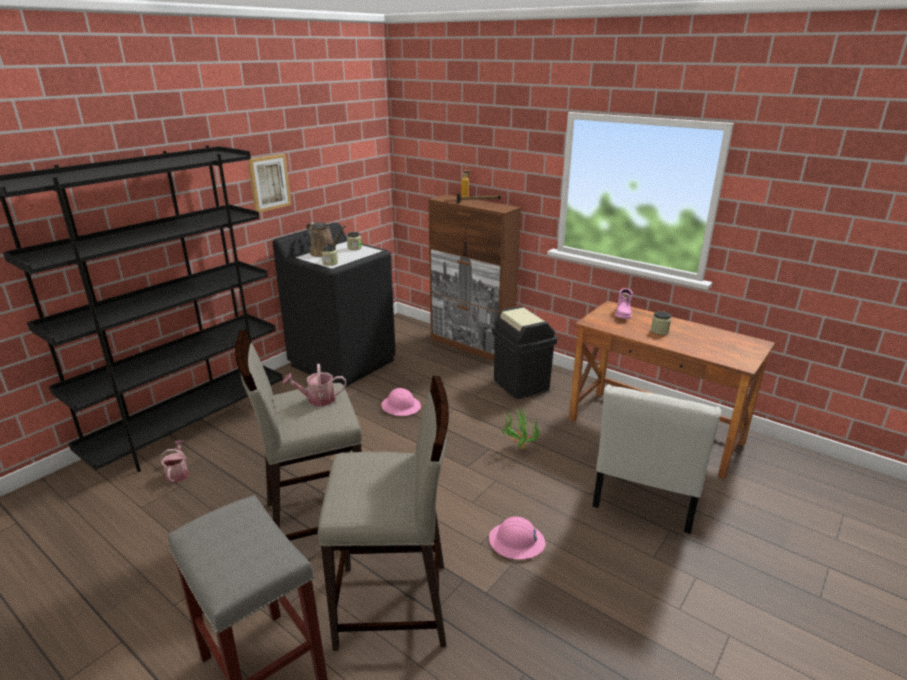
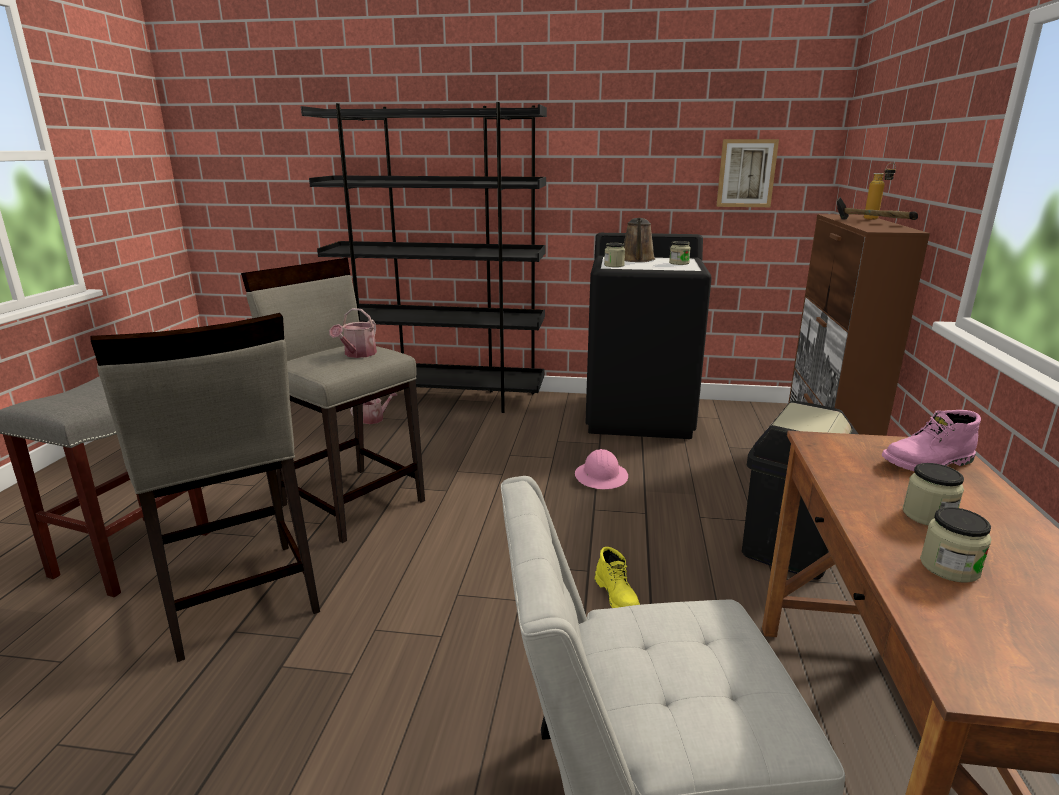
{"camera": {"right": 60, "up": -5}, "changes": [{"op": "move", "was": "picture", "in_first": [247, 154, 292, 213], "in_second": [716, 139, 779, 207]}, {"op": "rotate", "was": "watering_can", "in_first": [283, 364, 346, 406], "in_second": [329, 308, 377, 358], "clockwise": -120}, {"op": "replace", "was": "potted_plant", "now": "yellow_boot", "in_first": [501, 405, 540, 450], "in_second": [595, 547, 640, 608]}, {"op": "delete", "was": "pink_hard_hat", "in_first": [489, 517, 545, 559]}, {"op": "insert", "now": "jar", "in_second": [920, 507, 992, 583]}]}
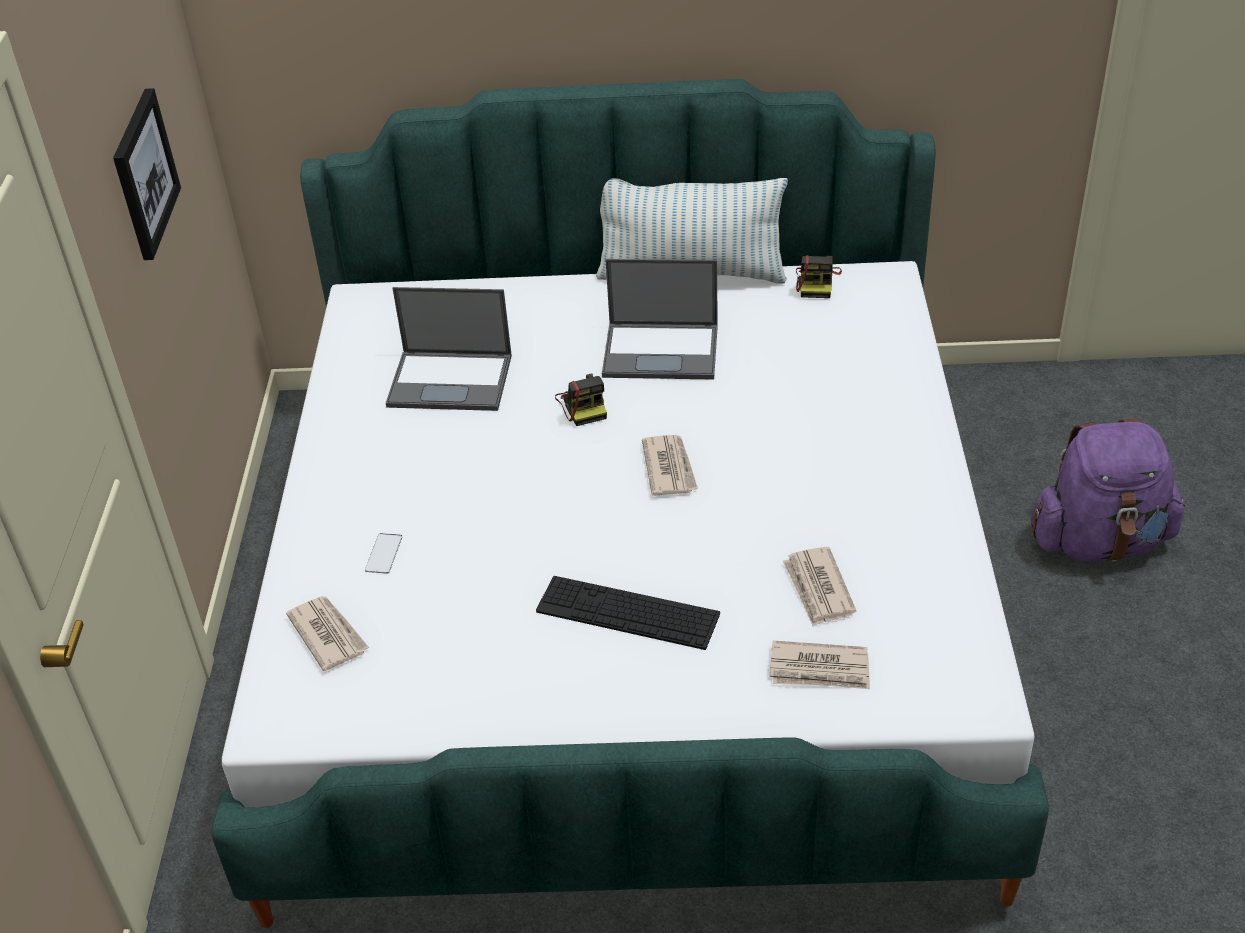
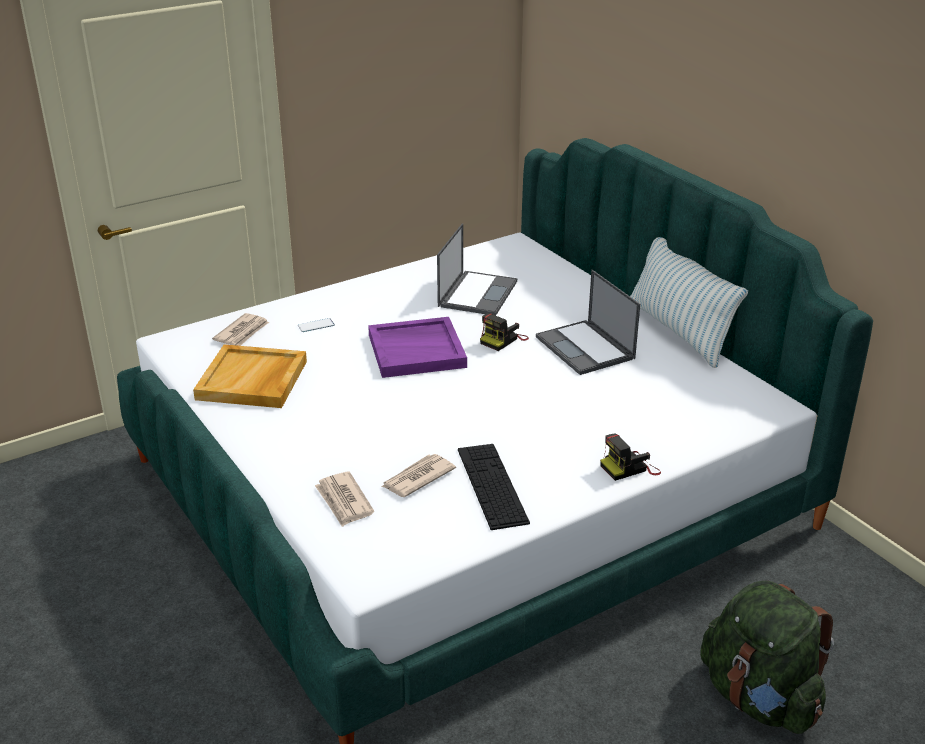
{"camera": {"right": 55, "up": -10}, "changes": [{"op": "delete", "was": "picture", "in_first": [113, 88, 181, 260]}, {"op": "move", "was": "photo_camera", "in_first": [796, 255, 842, 298], "in_second": [600, 433, 661, 481]}, {"op": "rotate", "was": "laptop", "in_first": [386, 287, 512, 411], "in_second": [437, 223, 517, 316], "clockwise": -135}, {"op": "recolor", "was": "purple_backpack", "now": "green_backpack", "in_first": [1031, 419, 1185, 562], "in_second": [700, 580, 834, 734]}, {"op": "delete", "was": "newspaper", "in_first": [642, 435, 698, 496]}, {"op": "move", "was": "keyboard", "in_first": [536, 576, 720, 650], "in_second": [458, 444, 530, 530]}, {"op": "insert", "now": "purple_tray", "in_second": [368, 317, 467, 378]}, {"op": "insert", "now": "beige_tray", "in_second": [193, 344, 307, 408]}]}
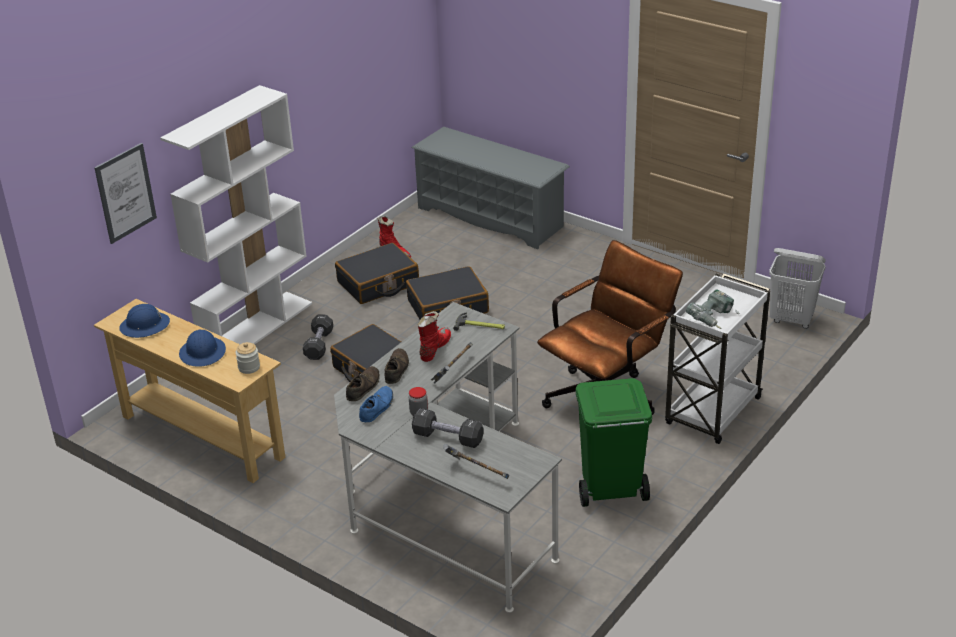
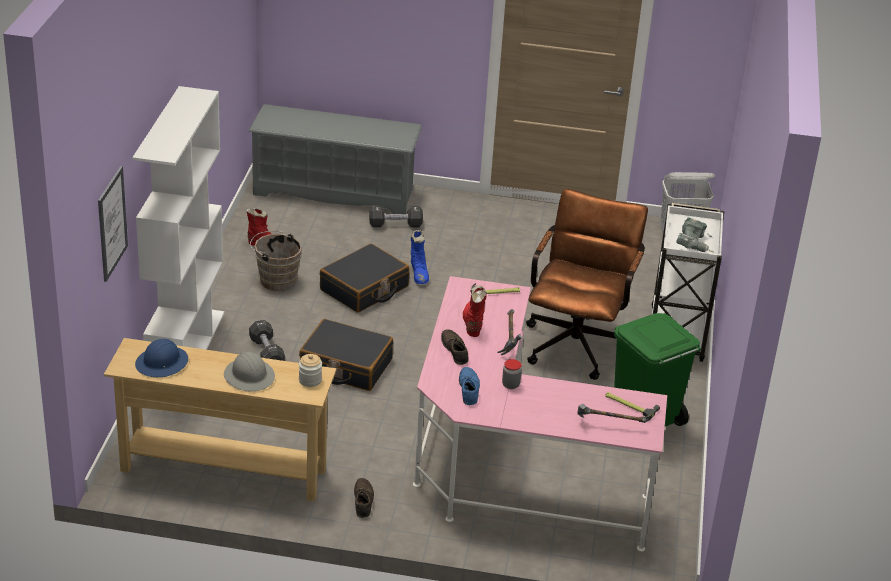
{"camera": {"right": -30, "up": 0}, "changes": [{"op": "replace", "was": "black_suitcase", "now": "brown_bucket", "in_first": [335, 243, 419, 304], "in_second": [250, 231, 302, 291]}, {"op": "recolor", "was": "grey_desk", "now": "pink_desk", "in_first": [334, 302, 562, 613], "in_second": [413, 276, 667, 552]}, {"op": "recolor", "was": "blue_hard_hat", "now": "grey_hard_hat", "in_first": [179, 330, 226, 367], "in_second": [224, 352, 275, 391]}, {"op": "move", "was": "brown_shoe", "in_first": [346, 366, 380, 401], "in_second": [354, 478, 374, 518]}, {"op": "move", "was": "black_dumbbell", "in_first": [412, 408, 484, 448], "in_second": [369, 206, 423, 227]}, {"op": "insert", "now": "blue_boot", "in_second": [411, 230, 429, 284]}, {"op": "insert", "now": "hammer", "in_second": [605, 392, 660, 422]}]}
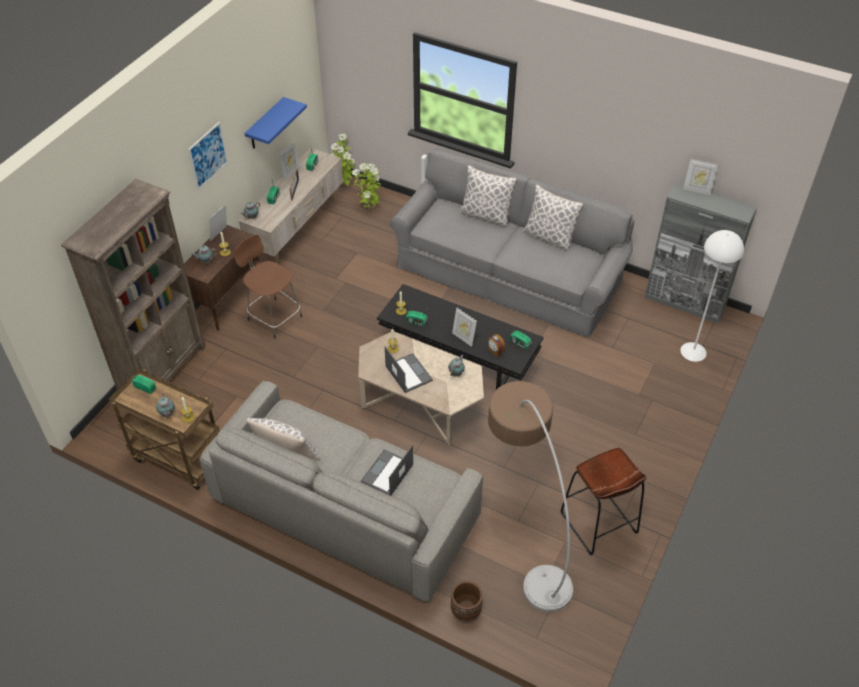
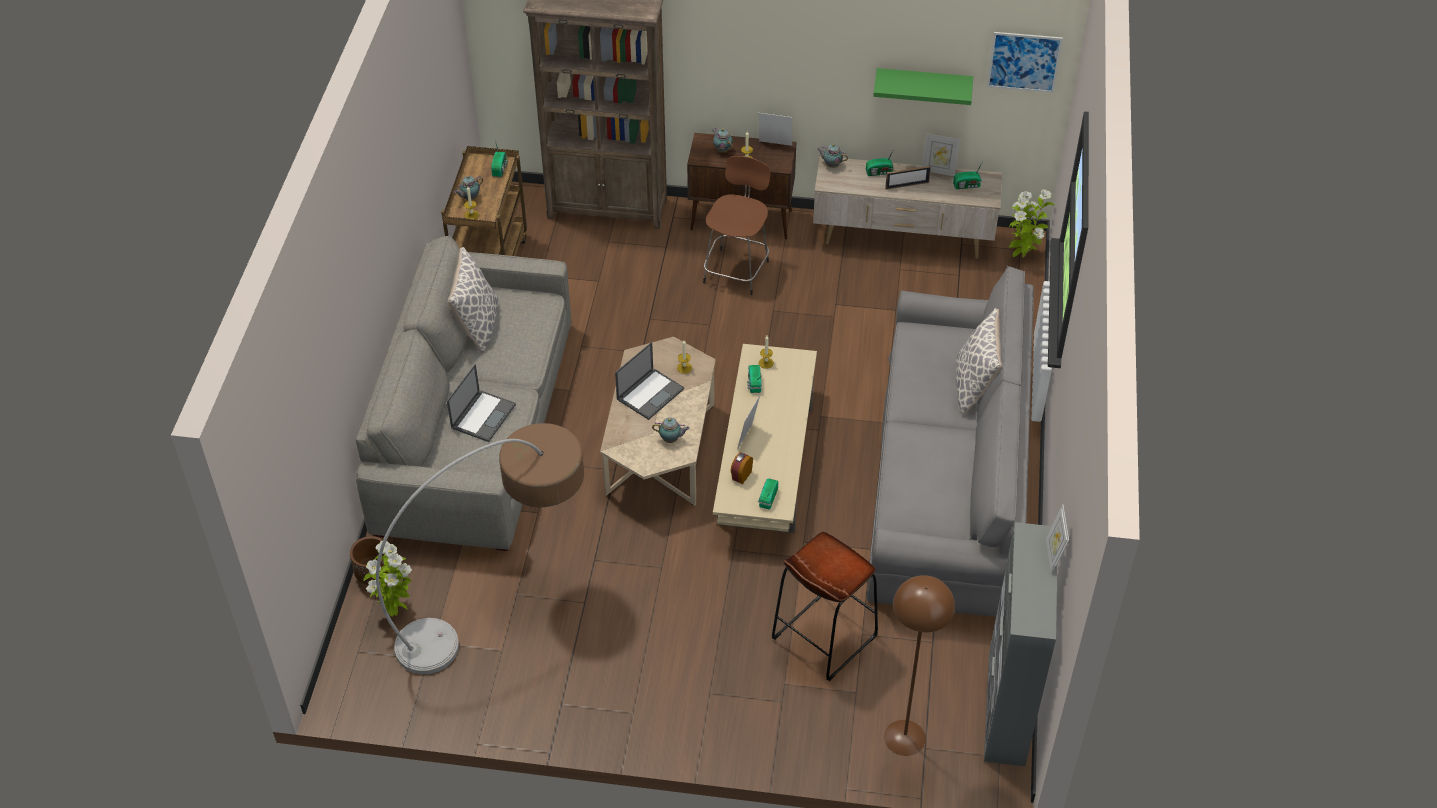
{"camera": {"right": 70, "up": 0}, "changes": [{"op": "recolor", "was": "blue_shelf", "now": "green_shelf", "in_first": [244, 97, 307, 149], "in_second": [873, 68, 973, 105]}, {"op": "move", "was": "picture", "in_first": [188, 122, 228, 190], "in_second": [987, 32, 1063, 93]}, {"op": "move", "was": "potted_plant", "in_first": [352, 163, 381, 209], "in_second": [363, 541, 412, 617]}, {"op": "delete", "was": "pillow", "in_first": [523, 184, 584, 251]}, {"op": "recolor", "was": "white_floor_lamp", "now": "brown_floor_lamp", "in_first": [680, 230, 744, 362], "in_second": [884, 575, 955, 756]}, {"op": "recolor", "was": "black_coffee_table", "now": "beige_coffee_table", "in_first": [377, 284, 543, 389], "in_second": [713, 344, 817, 533]}, {"op": "rotate", "was": "laptop", "in_first": [361, 445, 413, 496], "in_second": [447, 364, 516, 442], "clockwise": 105}, {"op": "move", "was": "brown_stool", "in_first": [561, 448, 647, 555], "in_second": [772, 532, 878, 681]}]}
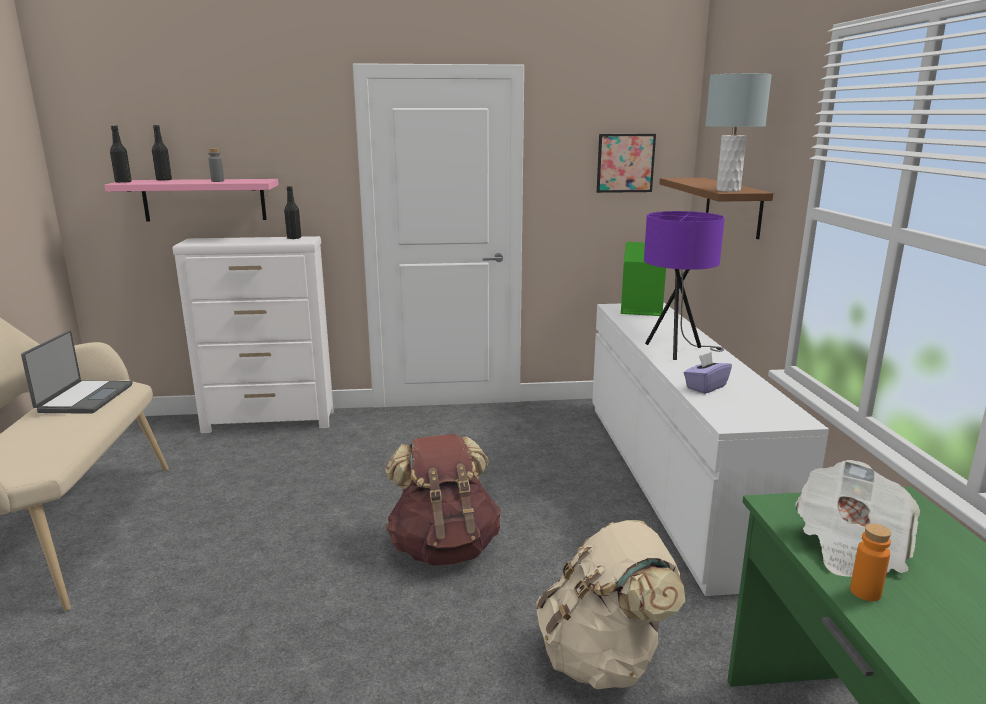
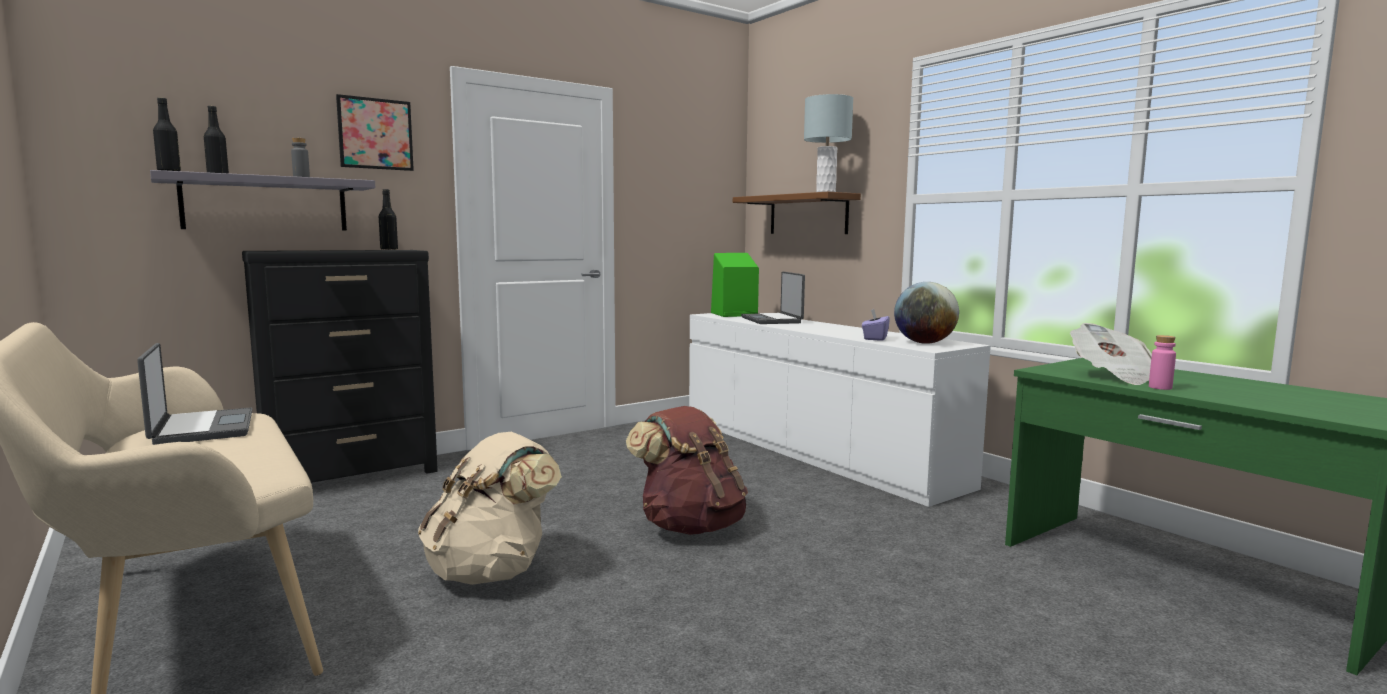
{"camera": {"right": -30, "up": -10}, "changes": [{"op": "move", "was": "picture", "in_first": [597, 134, 656, 193], "in_second": [336, 94, 414, 171]}, {"op": "recolor", "was": "pink_shelf", "now": "grey_shelf", "in_first": [104, 179, 279, 222], "in_second": [150, 170, 375, 231]}, {"op": "delete", "was": "purple_table_lamp", "in_first": [644, 211, 725, 360]}, {"op": "recolor", "was": "white_dresser", "now": "black_dresser", "in_first": [173, 236, 334, 433], "in_second": [242, 250, 438, 483]}, {"op": "move", "was": "beige_backpack", "in_first": [536, 520, 685, 689], "in_second": [418, 432, 562, 585]}, {"op": "recolor", "was": "orange_bottle", "now": "pink_bottle", "in_first": [850, 523, 891, 601], "in_second": [1149, 335, 1176, 390]}, {"op": "insert", "now": "laptop", "in_second": [741, 272, 805, 324]}, {"op": "insert", "now": "globe", "in_second": [894, 282, 959, 344]}]}
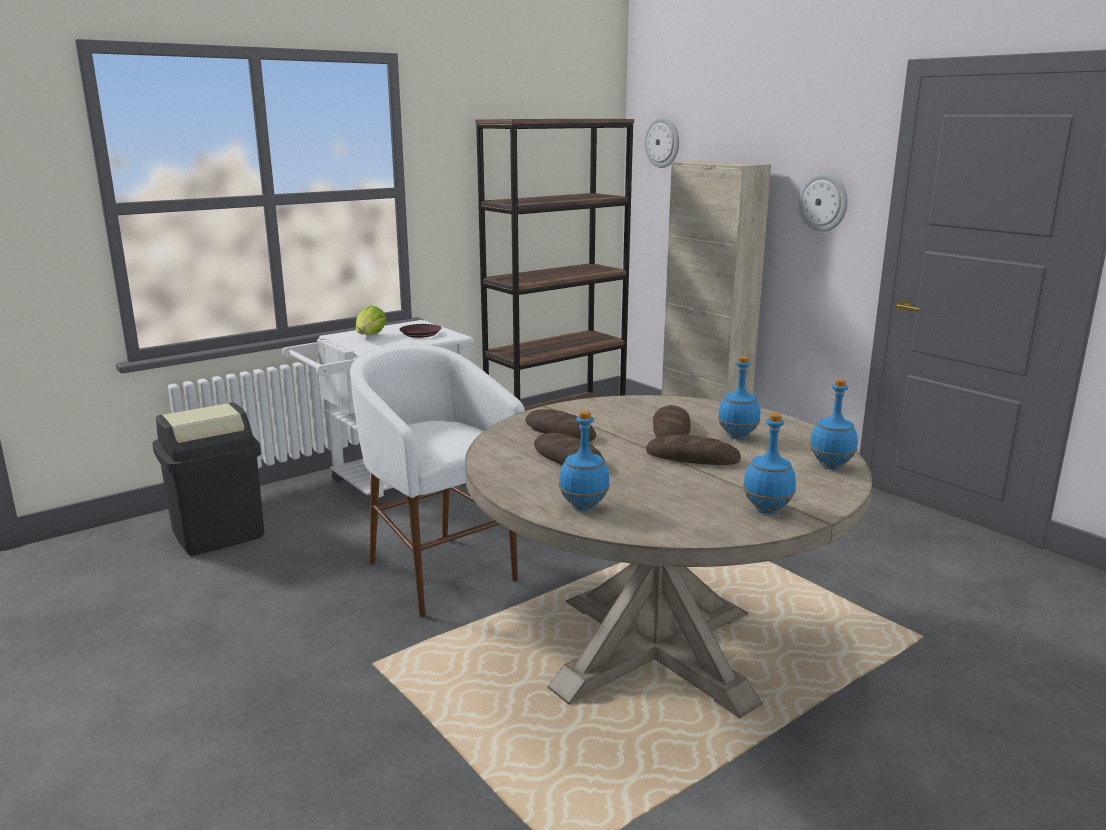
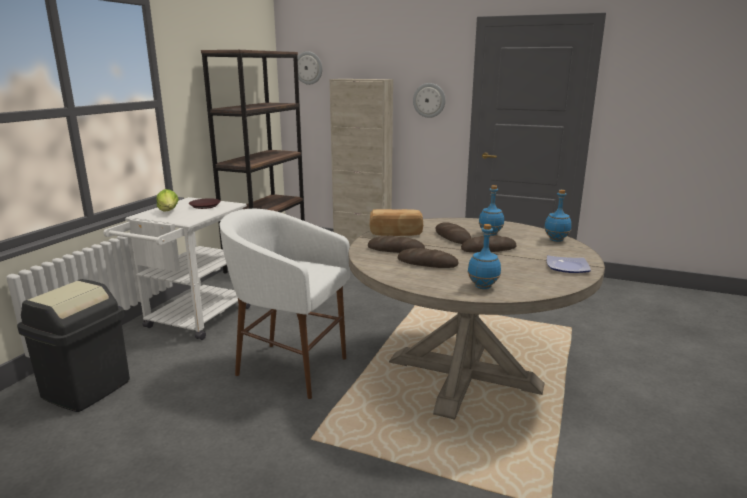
{"camera": {"right": -30, "up": 0}, "changes": [{"op": "replace", "was": "blue_bottle", "now": "plate", "in_first": [743, 413, 796, 514], "in_second": [547, 255, 591, 273]}, {"op": "insert", "now": "bread", "in_second": [370, 209, 423, 236]}]}
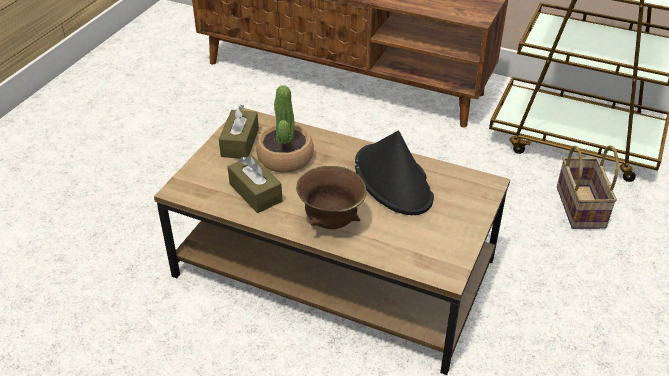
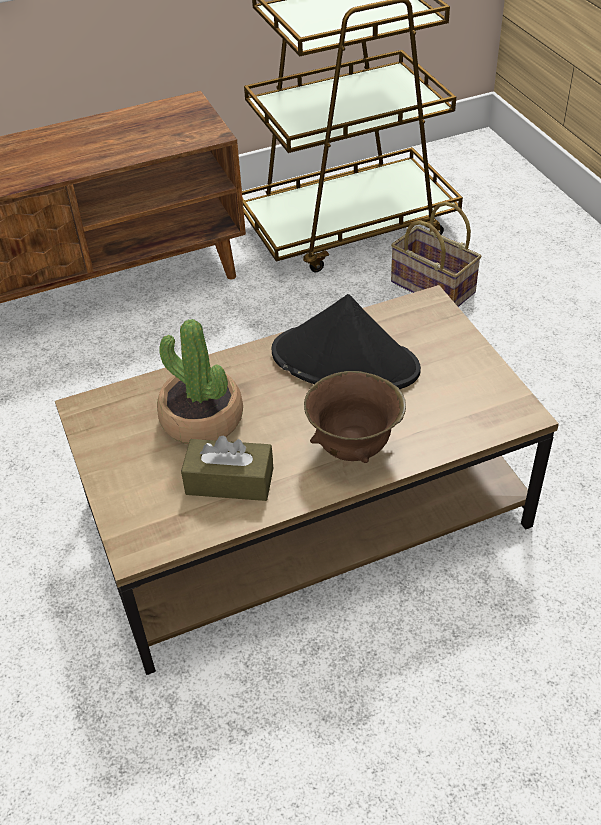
{"camera": {"right": -45, "up": 5}, "changes": [{"op": "delete", "was": "brown_tissue_box", "in_first": [219, 105, 259, 159]}]}
